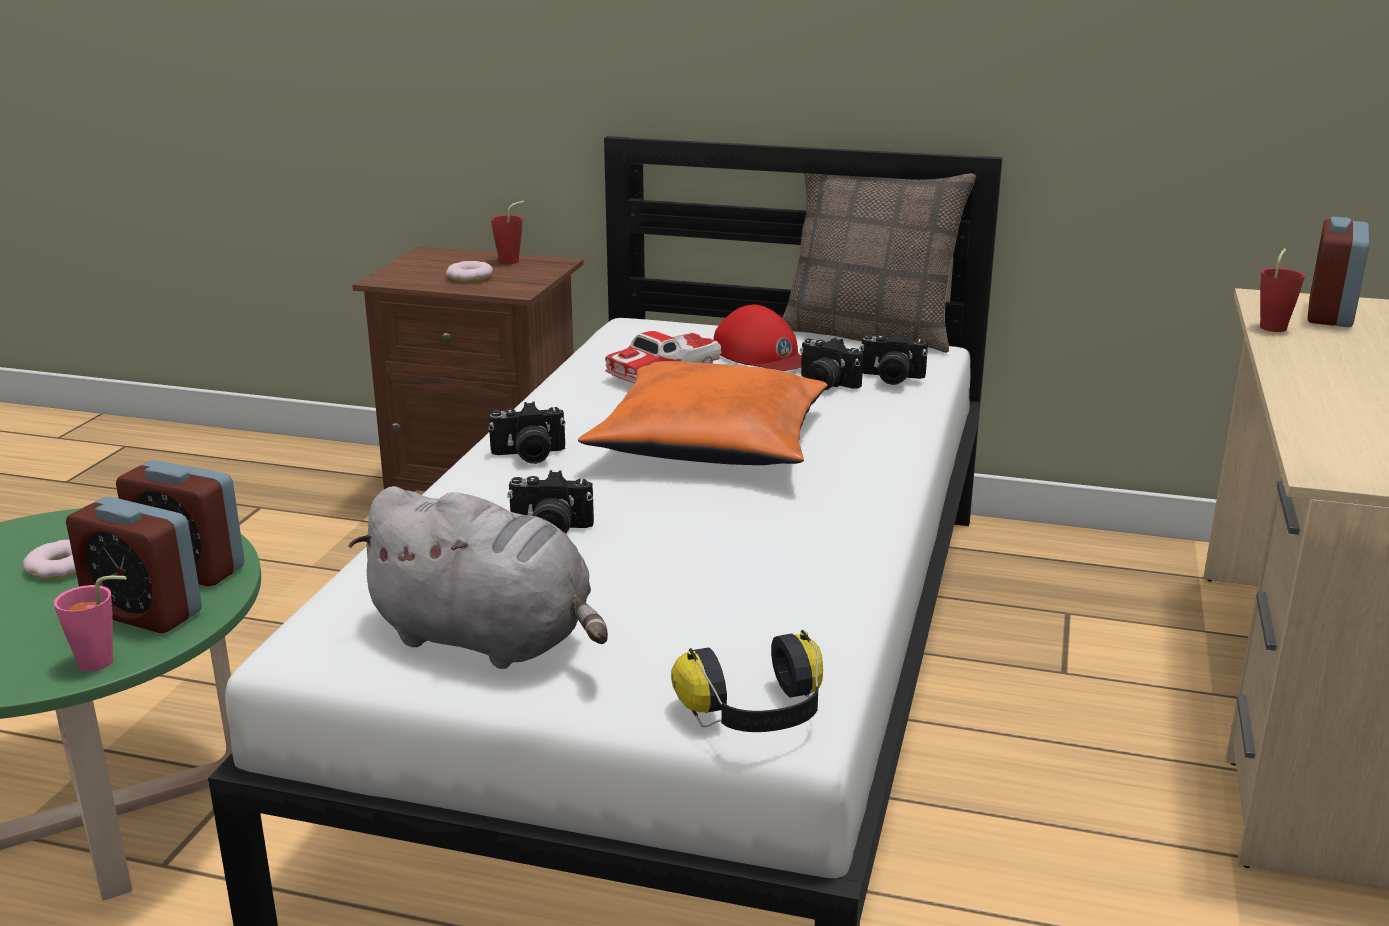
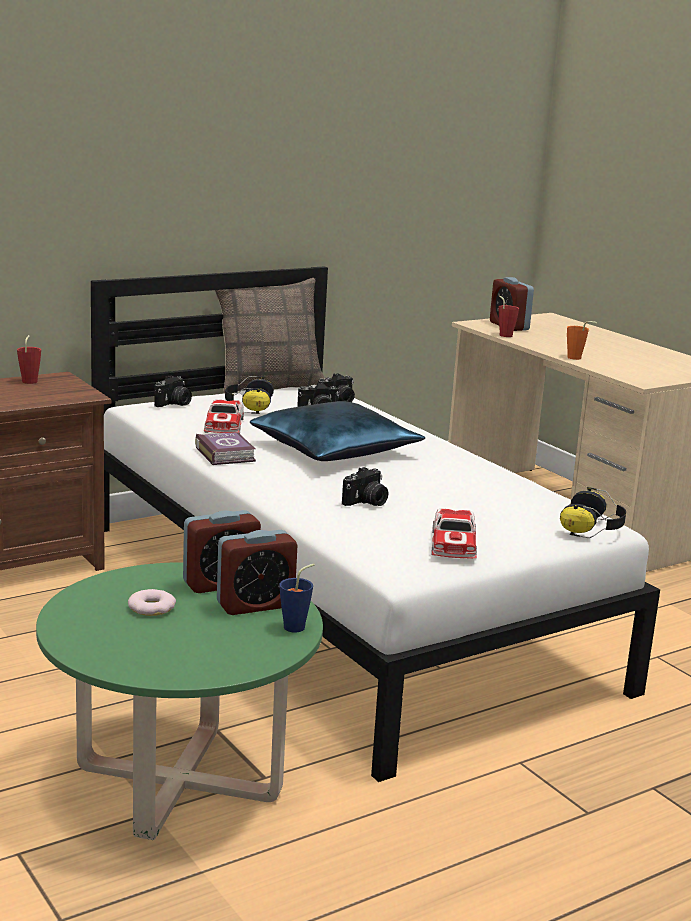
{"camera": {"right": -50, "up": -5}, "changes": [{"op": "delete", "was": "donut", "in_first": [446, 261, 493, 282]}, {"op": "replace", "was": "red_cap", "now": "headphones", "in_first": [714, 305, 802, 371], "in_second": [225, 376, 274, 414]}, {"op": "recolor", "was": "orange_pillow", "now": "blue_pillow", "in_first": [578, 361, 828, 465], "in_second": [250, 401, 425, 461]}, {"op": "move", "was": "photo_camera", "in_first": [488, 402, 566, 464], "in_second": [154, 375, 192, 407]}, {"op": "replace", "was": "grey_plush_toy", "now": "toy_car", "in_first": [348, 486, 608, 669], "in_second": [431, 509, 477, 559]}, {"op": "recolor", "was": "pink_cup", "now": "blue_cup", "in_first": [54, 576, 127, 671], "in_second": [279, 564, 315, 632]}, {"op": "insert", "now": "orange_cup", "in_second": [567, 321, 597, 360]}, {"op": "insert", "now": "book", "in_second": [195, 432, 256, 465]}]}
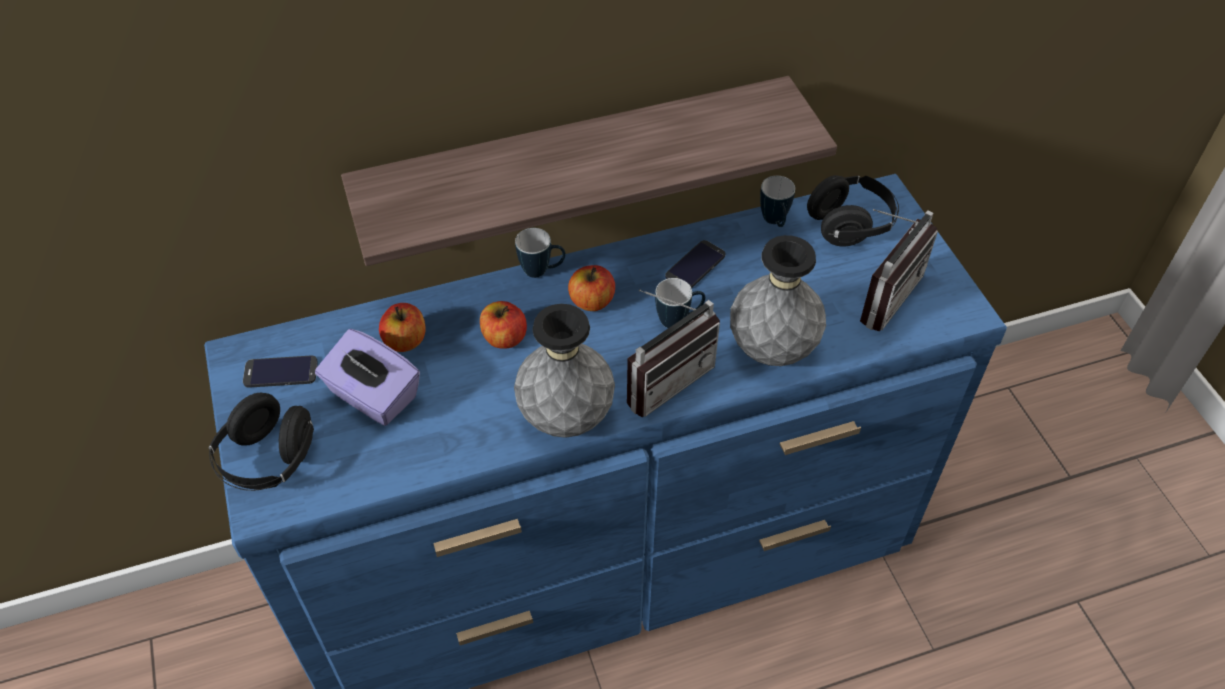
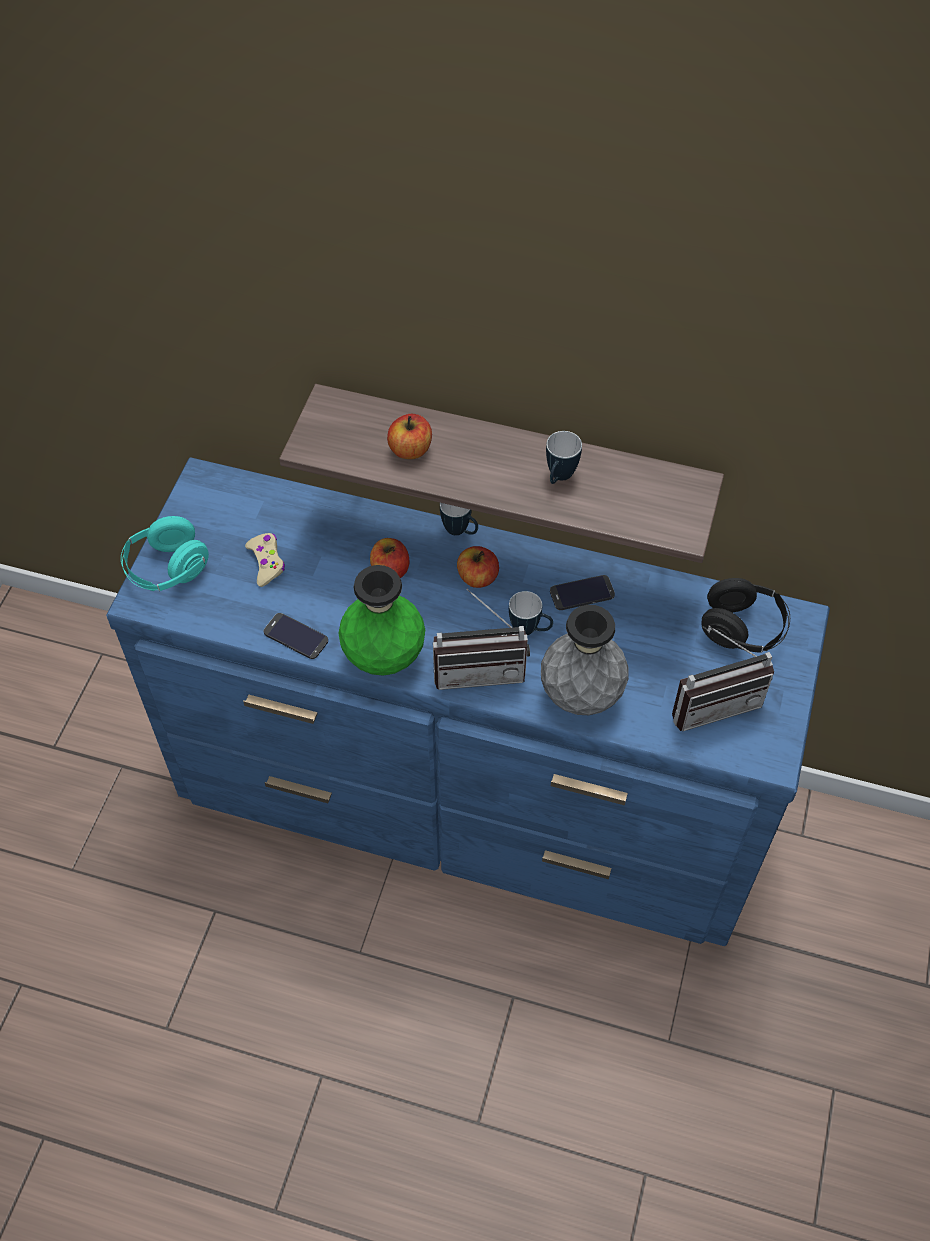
{"camera": {"right": 35, "up": 5}, "changes": [{"op": "move", "was": "mug", "in_first": [760, 176, 795, 227], "in_second": [546, 431, 582, 484]}, {"op": "move", "was": "apple", "in_first": [379, 303, 426, 352], "in_second": [387, 414, 432, 459]}, {"op": "recolor", "was": "grey_vase", "now": "green_vase", "in_first": [514, 304, 615, 438], "in_second": [338, 565, 425, 676]}, {"op": "replace", "was": "purple_tissue_box", "now": "beige_game_controller", "in_first": [315, 329, 420, 426], "in_second": [245, 533, 285, 587]}, {"op": "move", "was": "phone", "in_first": [243, 356, 318, 388], "in_second": [264, 613, 328, 659]}, {"op": "recolor", "was": "black_headphones", "now": "turquoise_headphones", "in_first": [209, 393, 314, 491], "in_second": [121, 516, 209, 591]}]}
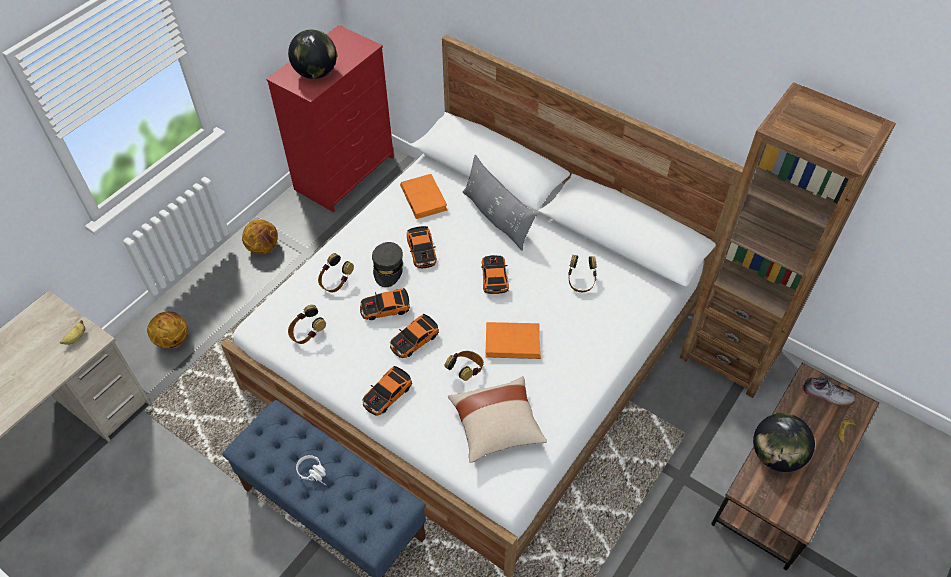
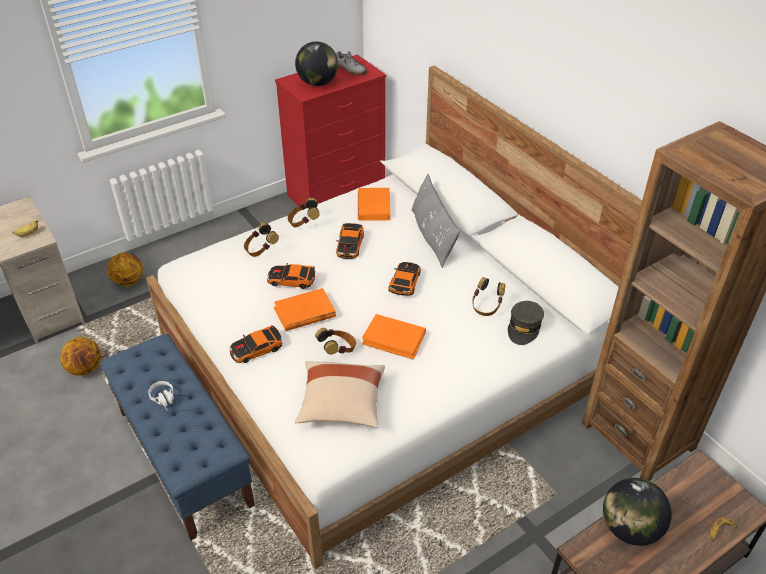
{"camera": {"right": 20, "up": -10}, "changes": [{"op": "move", "was": "basketball", "in_first": [242, 220, 278, 254], "in_second": [60, 337, 101, 376]}, {"op": "move", "was": "grey_cap", "in_first": [372, 242, 403, 287], "in_second": [508, 301, 544, 345]}, {"op": "move", "was": "headphones", "in_first": [288, 305, 326, 344], "in_second": [288, 198, 320, 227]}, {"op": "replace", "was": "toy_car", "now": "orange_book", "in_first": [390, 314, 439, 358], "in_second": [273, 288, 336, 331]}, {"op": "move", "was": "shoe", "in_first": [802, 377, 856, 406], "in_second": [336, 51, 367, 76]}]}
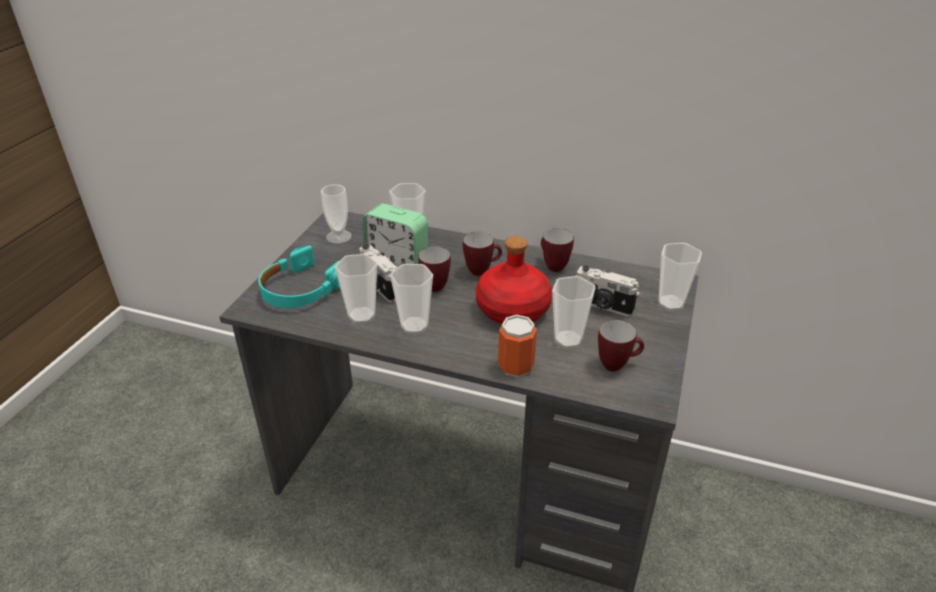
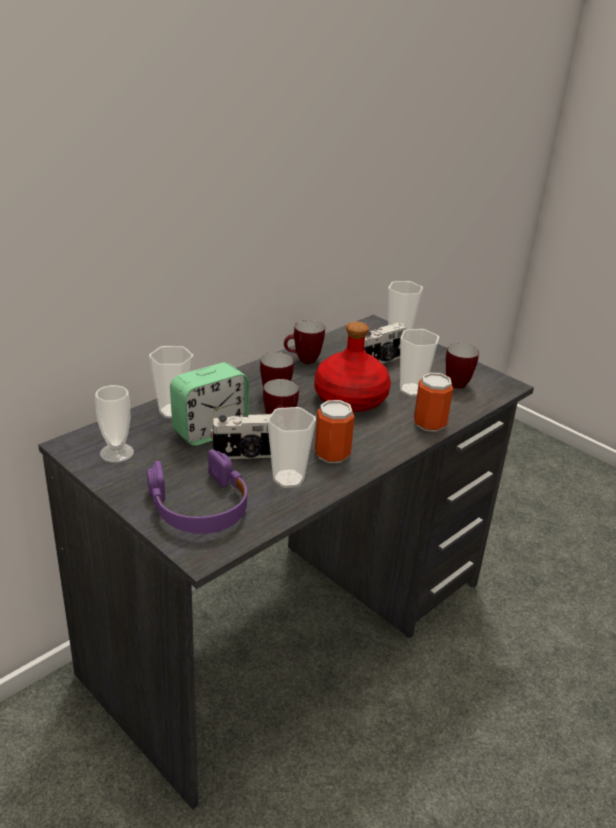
{"camera": {"right": -65, "up": -5}, "changes": [{"op": "recolor", "was": "turquoise_headphones", "now": "purple_headphones", "in_first": [258, 246, 340, 308], "in_second": [147, 449, 247, 534]}, {"op": "replace", "was": "cup", "now": "can", "in_first": [390, 264, 433, 334], "in_second": [315, 400, 354, 463]}]}
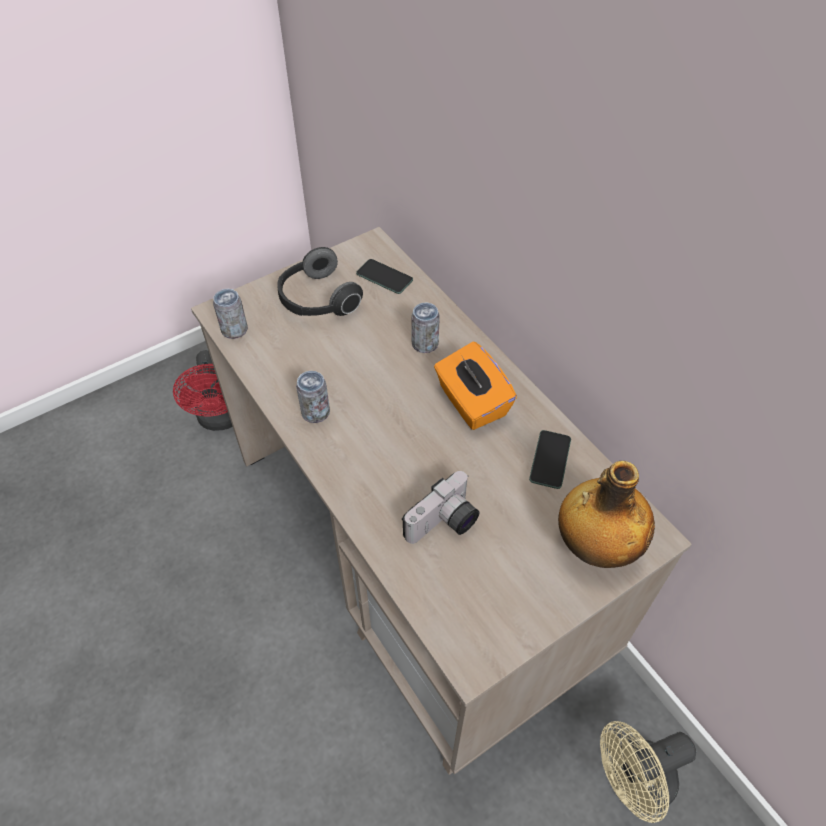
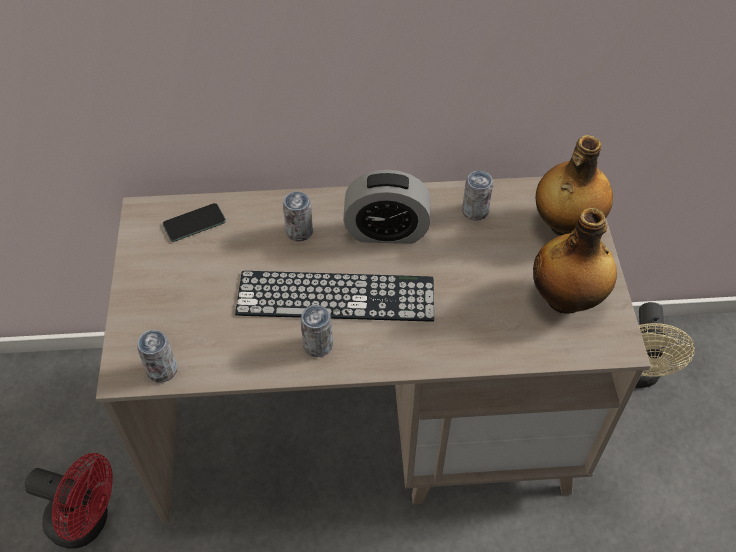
{"camera": {"right": -60, "up": 0}, "changes": [{"op": "delete", "was": "headphones", "in_first": [277, 247, 363, 316]}, {"op": "replace", "was": "orange_tissue_box", "now": "alarm_clock", "in_first": [434, 342, 517, 430], "in_second": [343, 170, 430, 244]}, {"op": "replace", "was": "phone", "now": "can", "in_first": [529, 430, 571, 489], "in_second": [462, 171, 493, 221]}, {"op": "delete", "was": "photo_camera", "in_first": [402, 471, 480, 544]}, {"op": "insert", "now": "bottle", "in_second": [533, 208, 617, 313]}, {"op": "insert", "now": "keyboard", "in_second": [235, 271, 434, 322]}]}
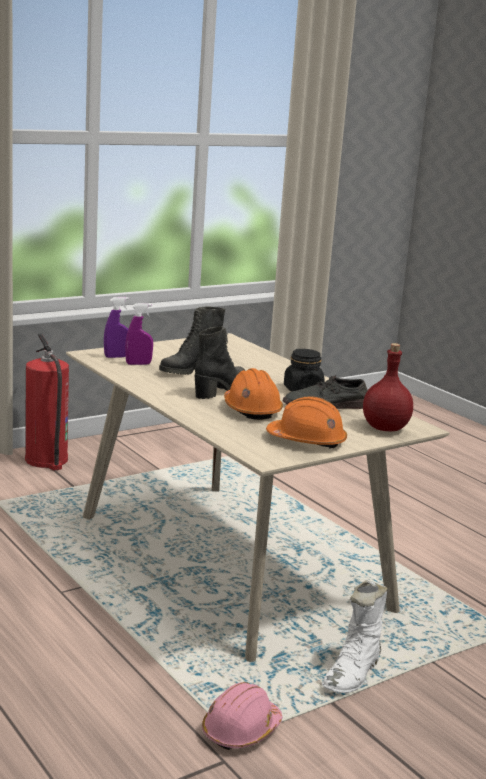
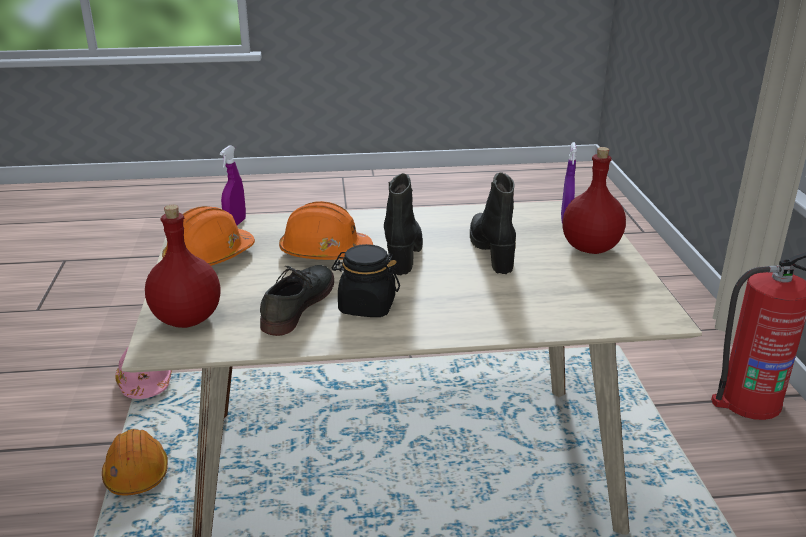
{"camera": {"right": 120, "up": 10}, "changes": [{"op": "move", "was": "purple_spray_bottle", "in_first": [125, 303, 153, 365], "in_second": [220, 145, 246, 226]}, {"op": "rotate", "was": "black_boot", "in_first": [195, 326, 245, 399], "in_second": [384, 173, 423, 275], "clockwise": -150}, {"op": "replace", "was": "white_boot", "now": "orange_hard_hat", "in_first": [322, 580, 388, 693], "in_second": [102, 429, 168, 496]}, {"op": "insert", "now": "red_bottle", "in_second": [562, 147, 626, 254]}]}
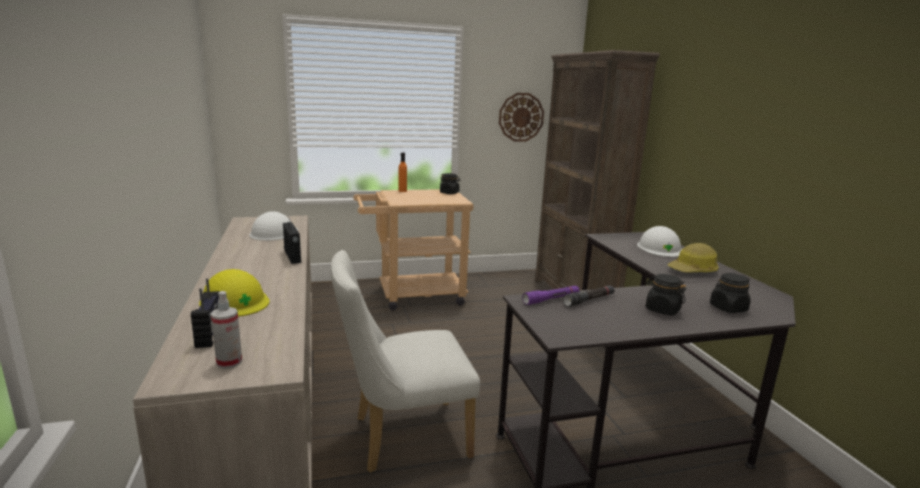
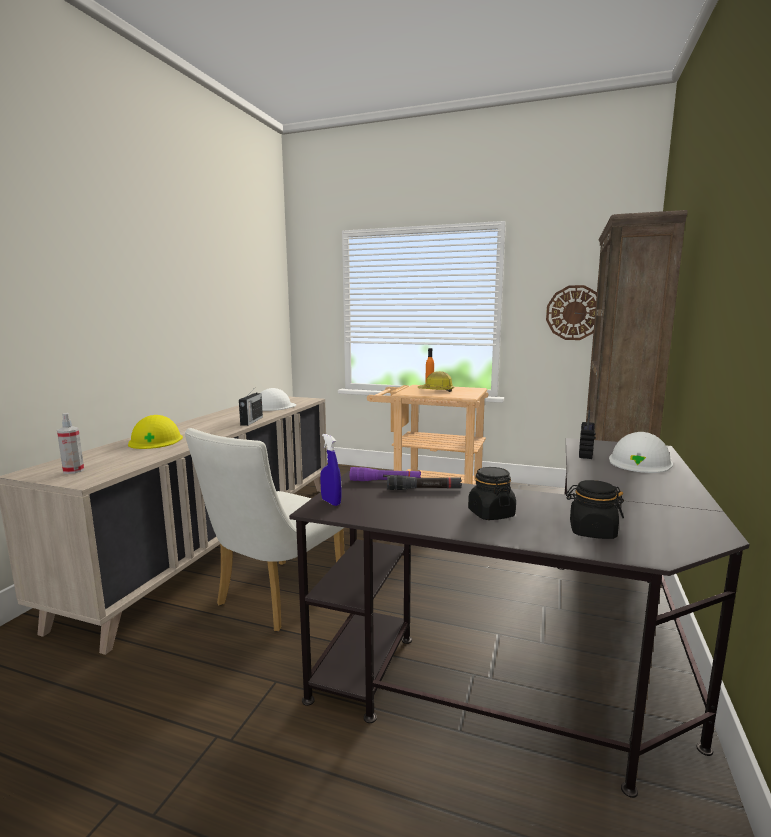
{"camera": {"right": 35, "up": -5}, "changes": [{"op": "delete", "was": "black_jar", "in_first": [440, 173, 461, 194]}, {"op": "move", "was": "hard_hat", "in_first": [668, 243, 719, 273], "in_second": [418, 371, 454, 392]}, {"op": "rotate", "was": "white_chair", "in_first": [331, 250, 480, 473], "in_second": [185, 428, 345, 631], "clockwise": -75}, {"op": "move", "was": "radio", "in_first": [191, 278, 220, 348], "in_second": [579, 410, 596, 459]}, {"op": "insert", "now": "blue_spray_bottle", "in_second": [320, 434, 341, 506]}]}
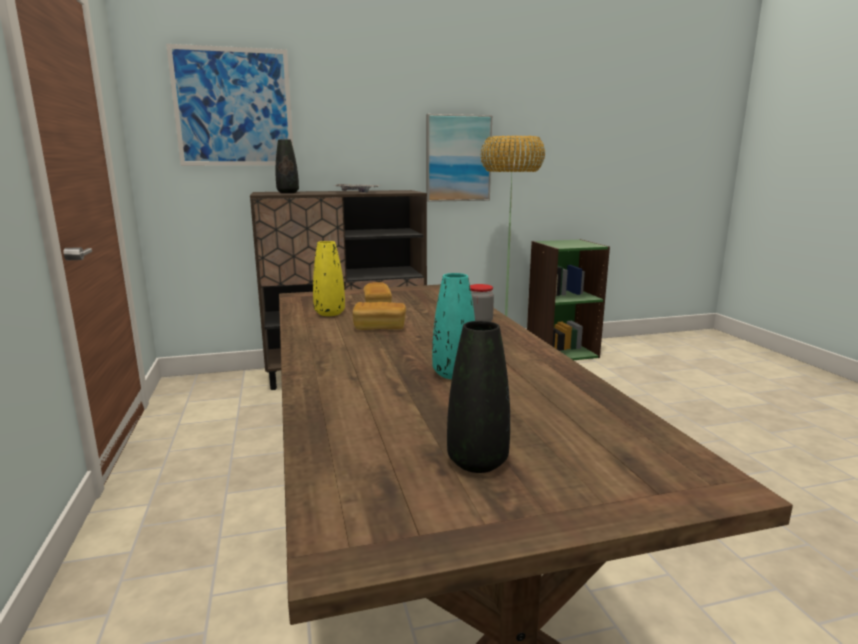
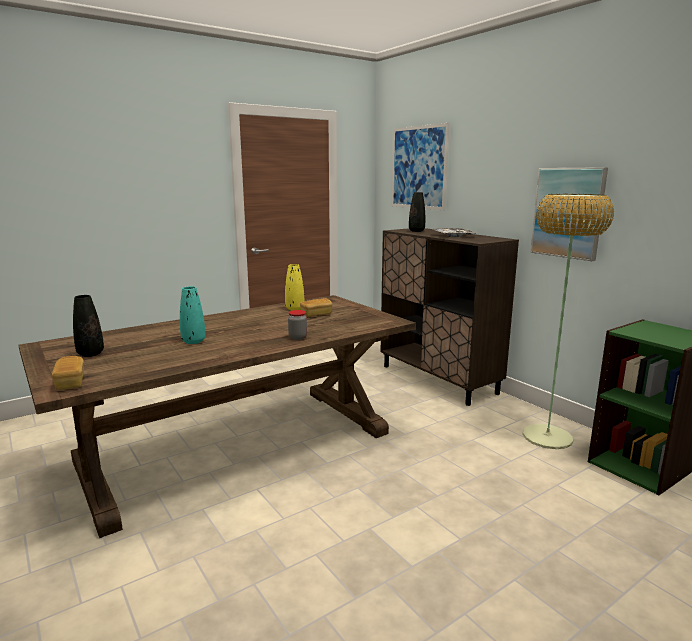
{"camera": {"right": 70, "up": 0}, "changes": [{"op": "move", "was": "bread", "in_first": [353, 302, 406, 330], "in_second": [52, 356, 84, 390]}]}
